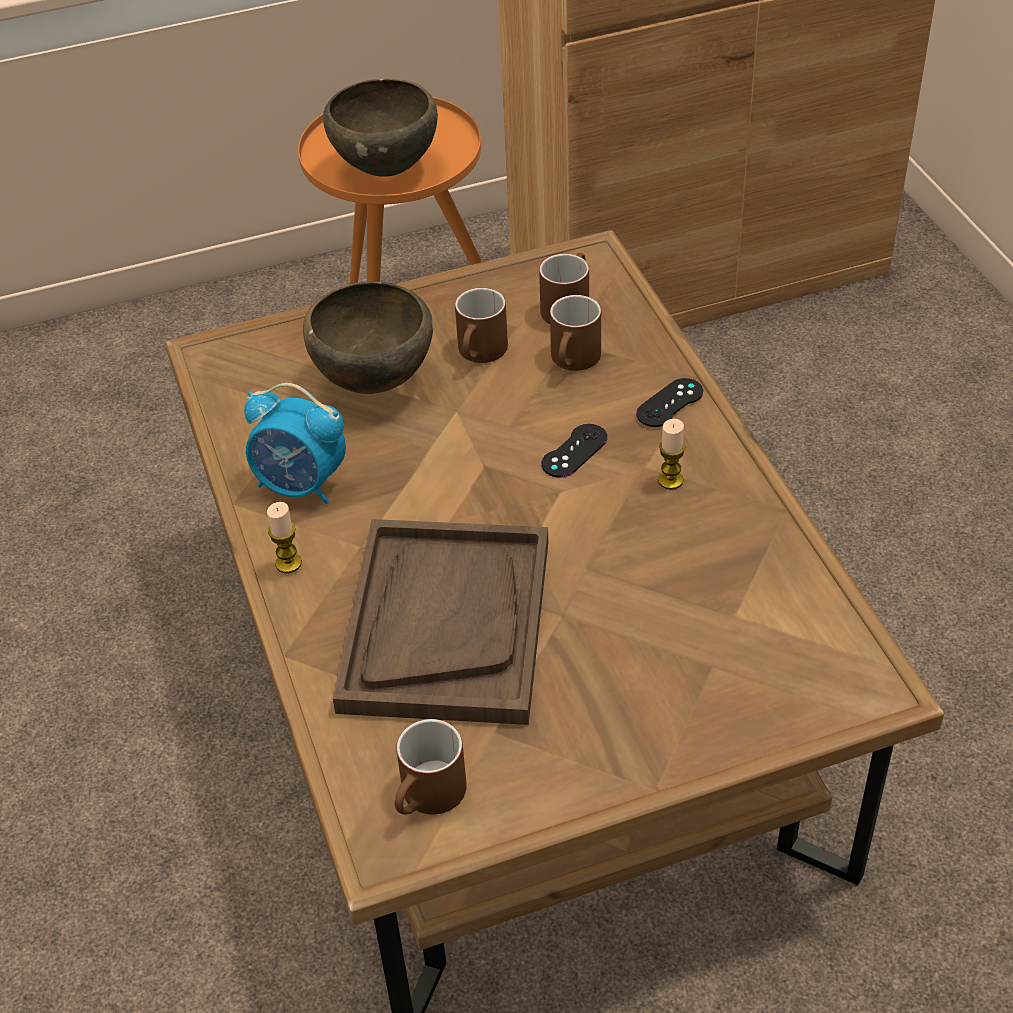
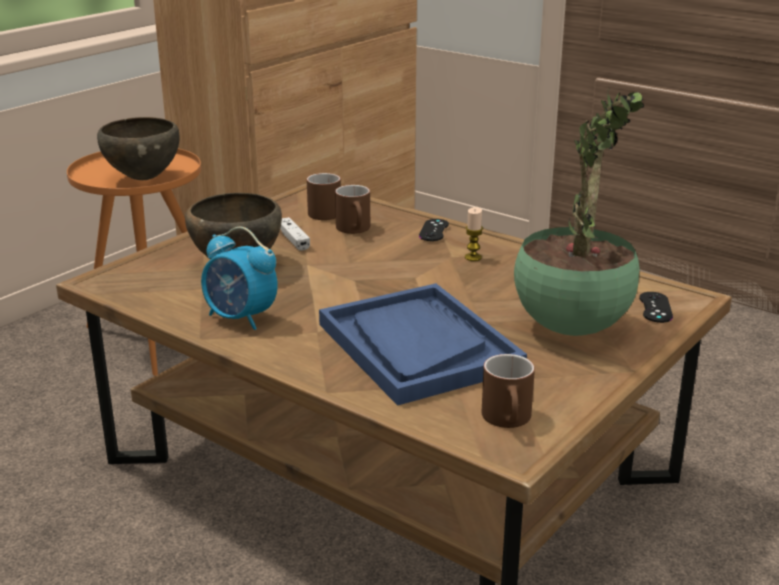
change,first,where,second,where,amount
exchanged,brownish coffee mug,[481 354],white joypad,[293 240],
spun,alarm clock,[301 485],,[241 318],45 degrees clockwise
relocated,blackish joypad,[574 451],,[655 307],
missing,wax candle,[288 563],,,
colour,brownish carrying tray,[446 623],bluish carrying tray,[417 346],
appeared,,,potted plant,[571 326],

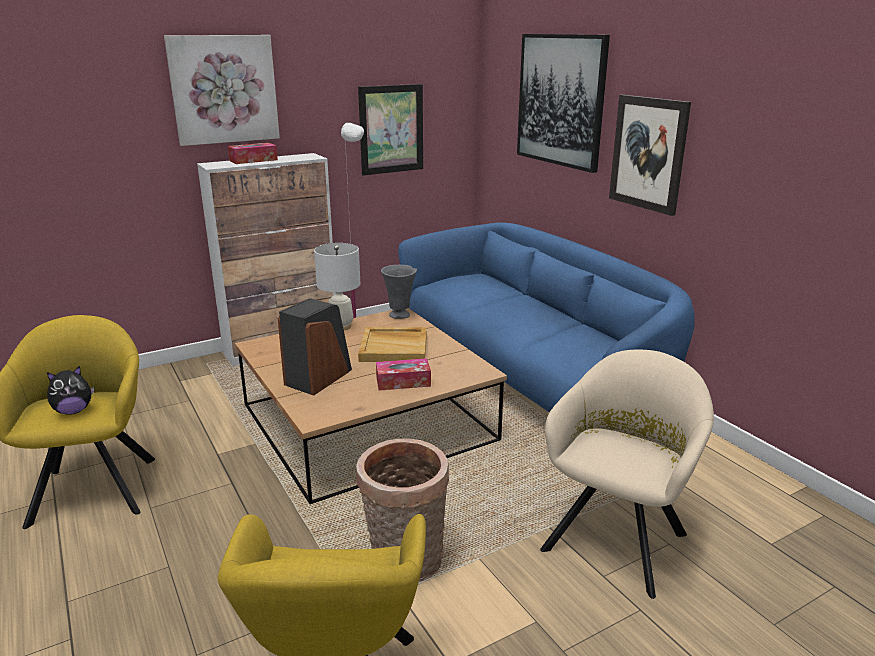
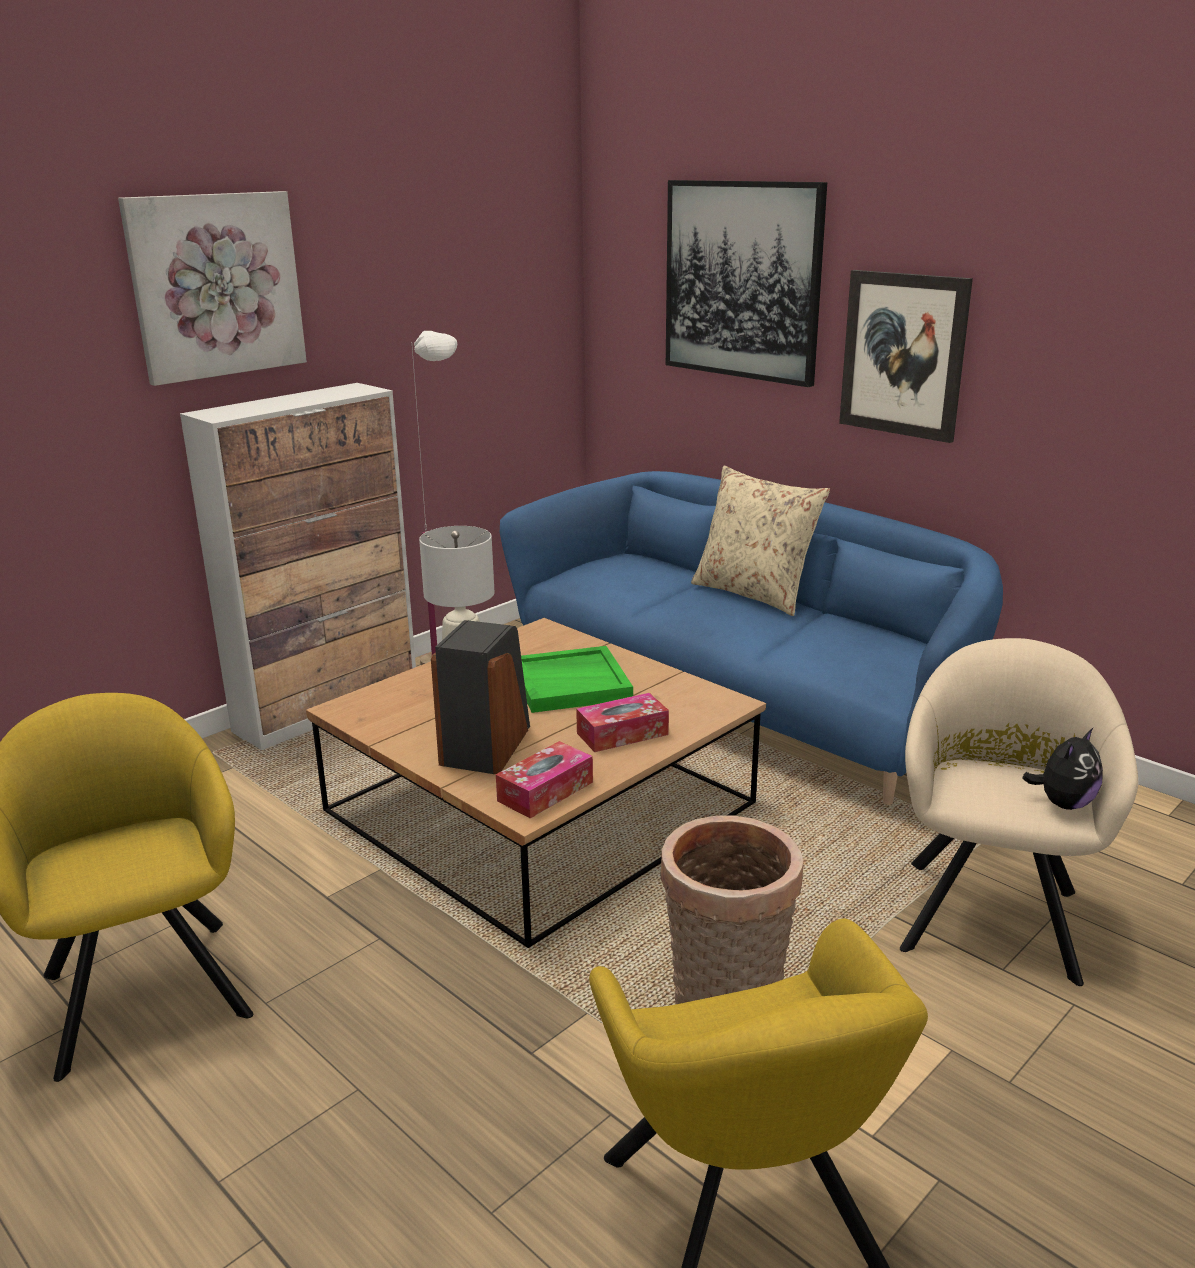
change,first,where,second,where,amount
missing,wall art,[391 129],,,
relocated,tissue box,[253 160],,[545 791],
missing,grey decorative vase,[400 315],,,
colour,beige-coloured carrying tray,[394 347],greenish carrying tray,[571 683],
relocated,plush toy,[73 411],,[1063 803],
appeared,,,beige-coloured throw pillow,[754 593],

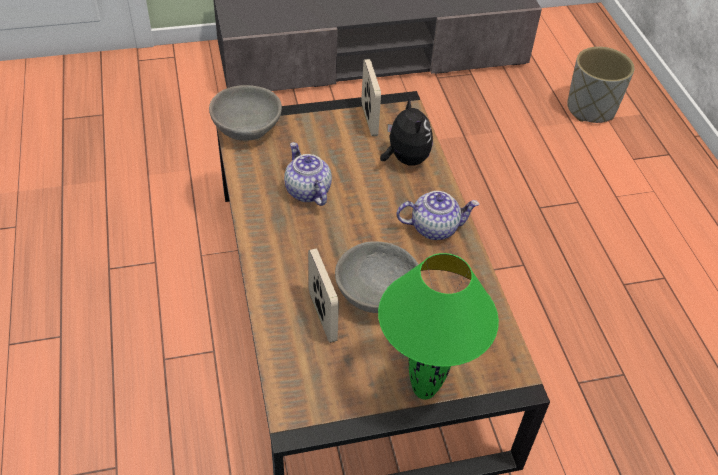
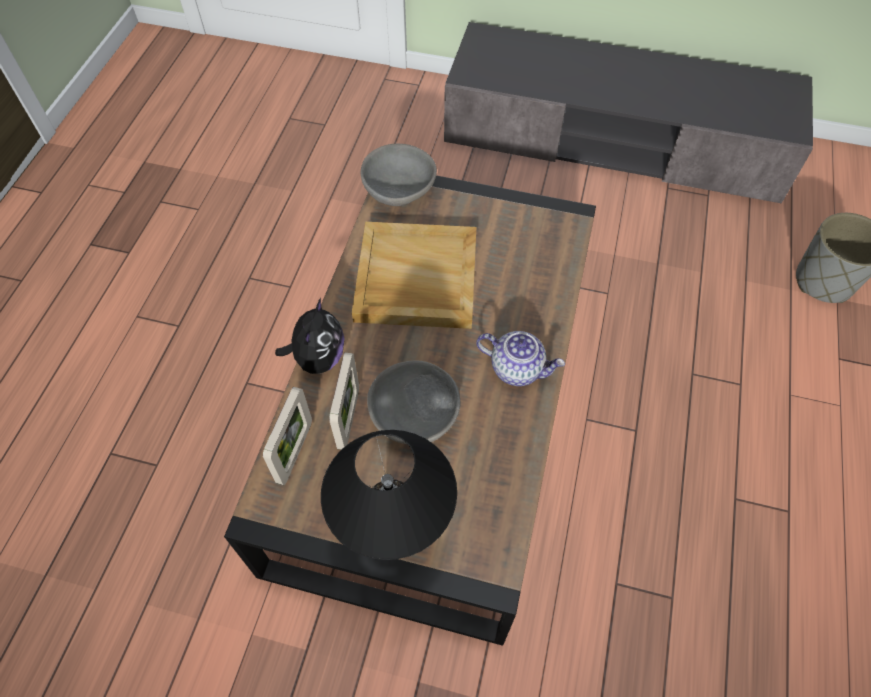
change,first,where,second,where,amount
relocated,picture frame,[369 119],,[295 452],
relocated,plush toy,[405 159],,[318 358],
exchanged,teapot,[307 191],beige-coloured carrying tray,[415 279],
colour,greenish tabletop lamp,[423 390],blackish tabletop lamp,[395 540],

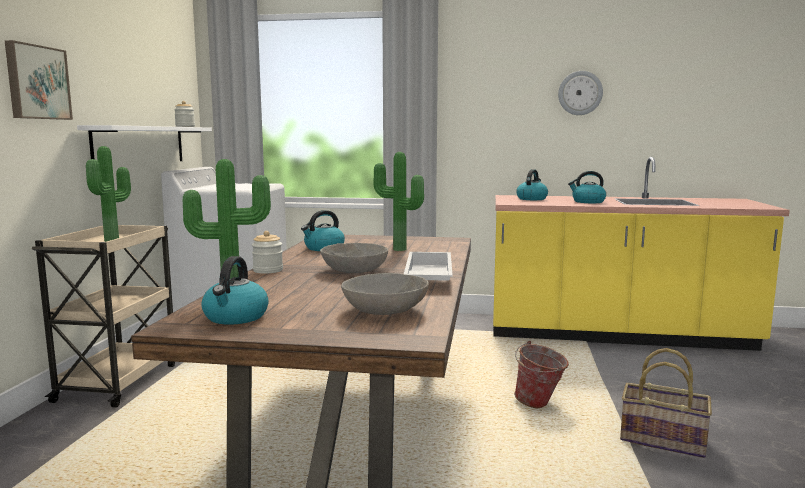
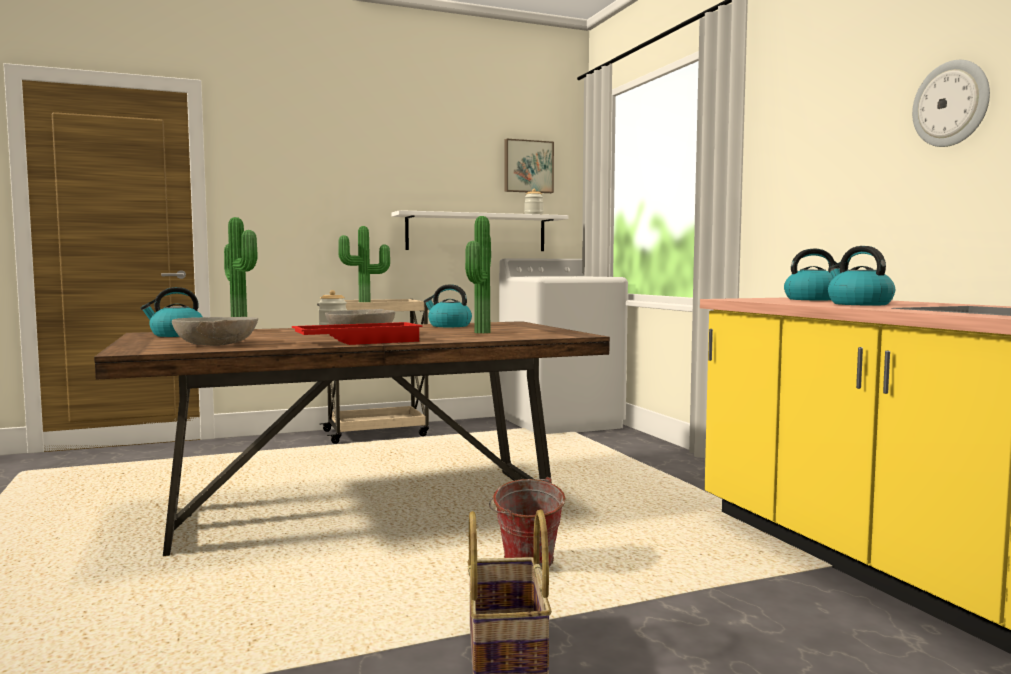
change,first,where,second,where,amount
relocated,wall art,[37 82],,[528 166],
colour,white carrying tray,[427 276],reddish carrying tray,[358 341],

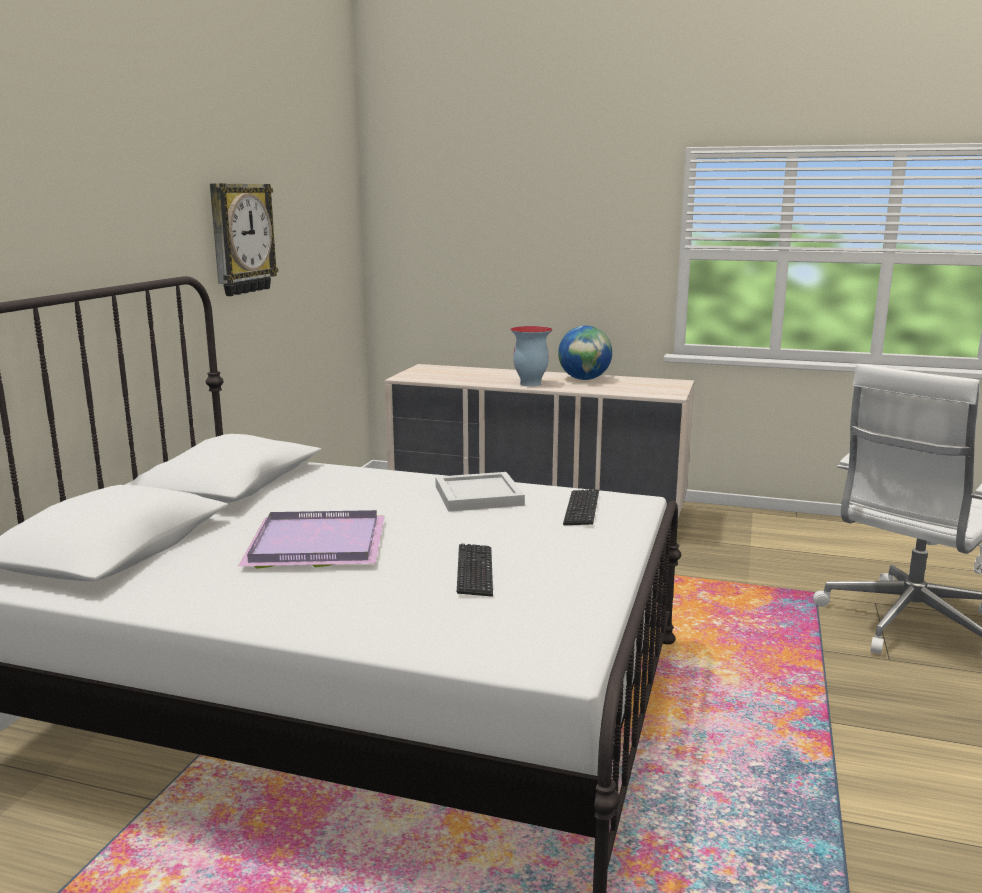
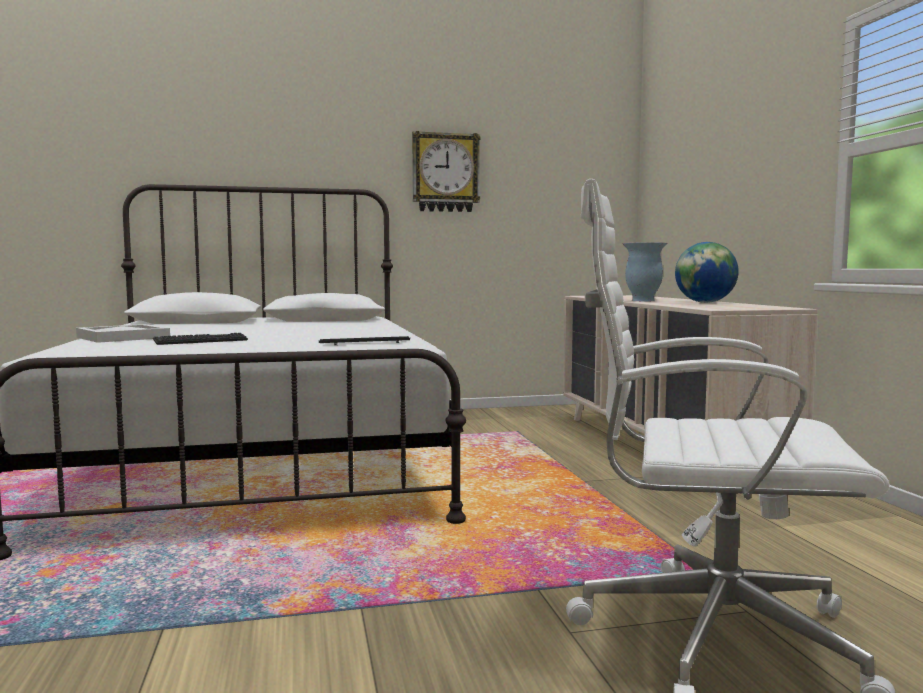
change,first,where,second,where,amount
relocated,white carrying tray,[477 495],,[124 337],
missing,purplish carrying tray,[319 543],,,

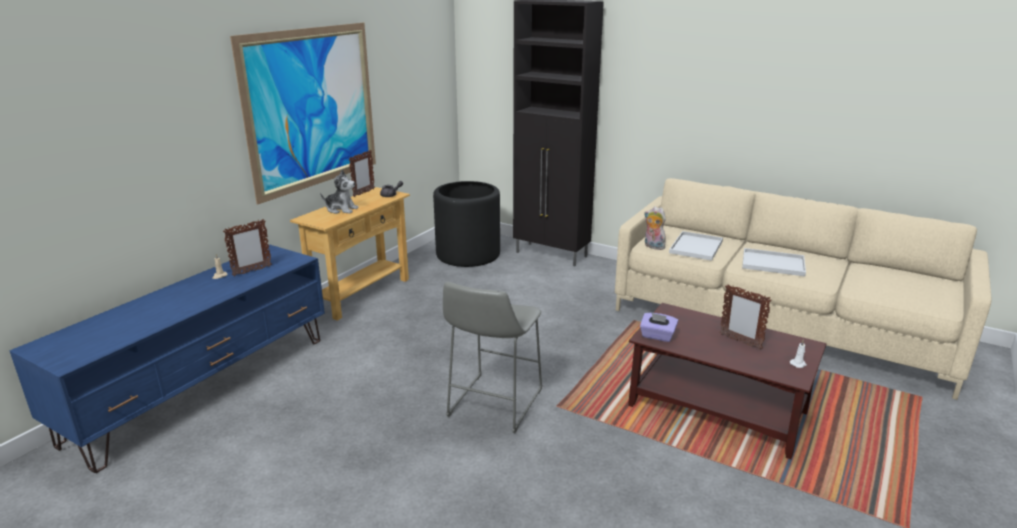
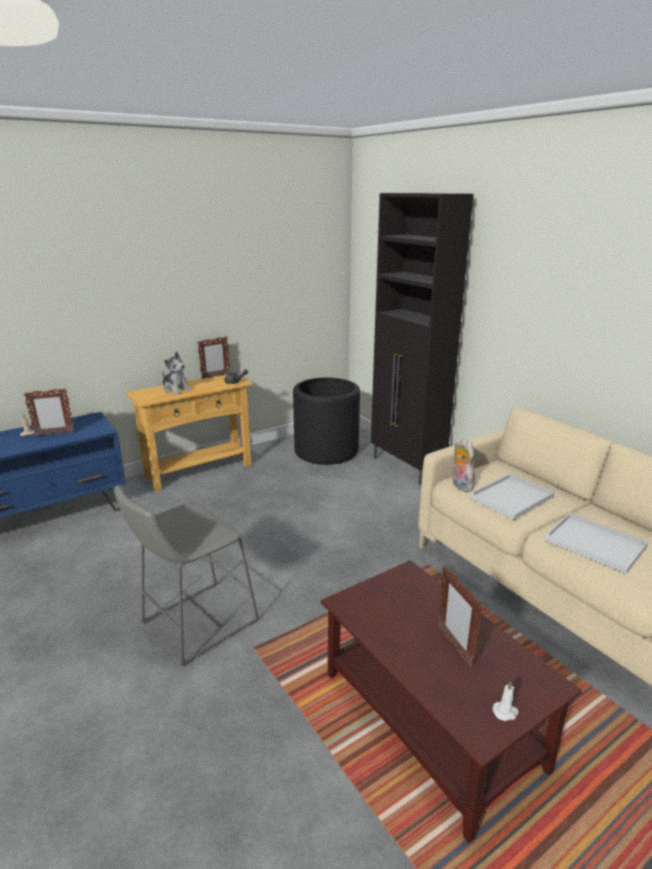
change,first,where,second,where,amount
missing,wall art,[312 108],,,
missing,purplish tissue box,[657 336],,,

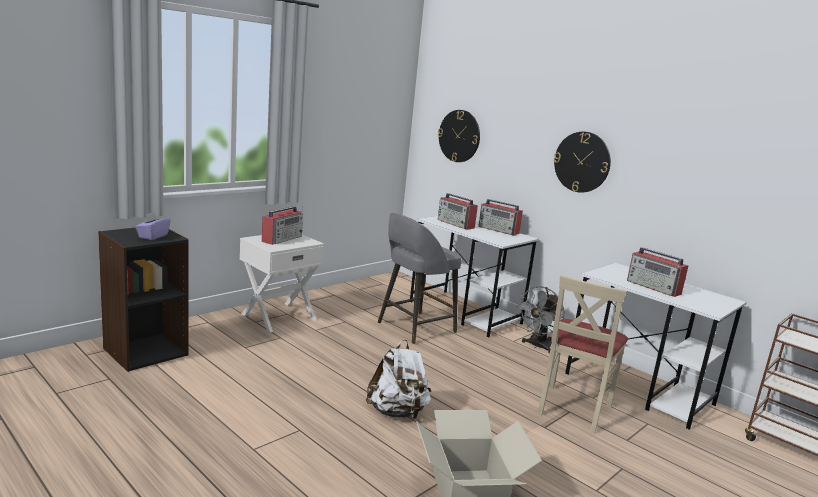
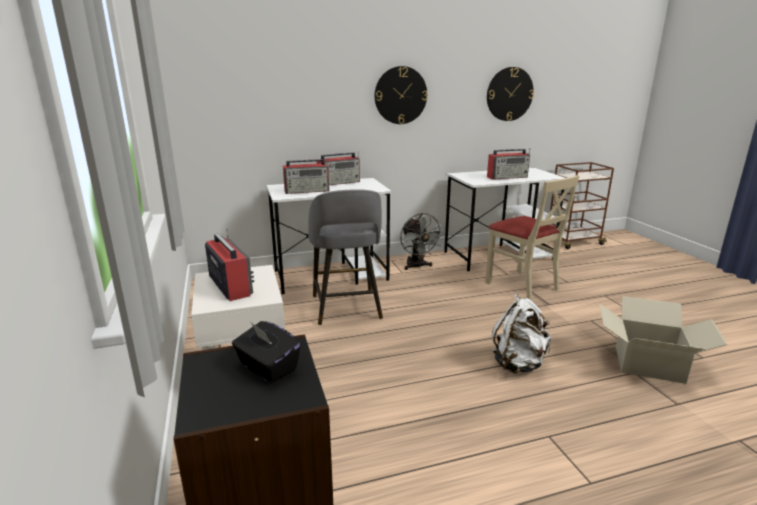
change,first,where,second,where,amount
relocated,hanging clock,[459 136],,[509 94],
colour,purplish tissue box,[153 236],blackish tissue box,[267 367],

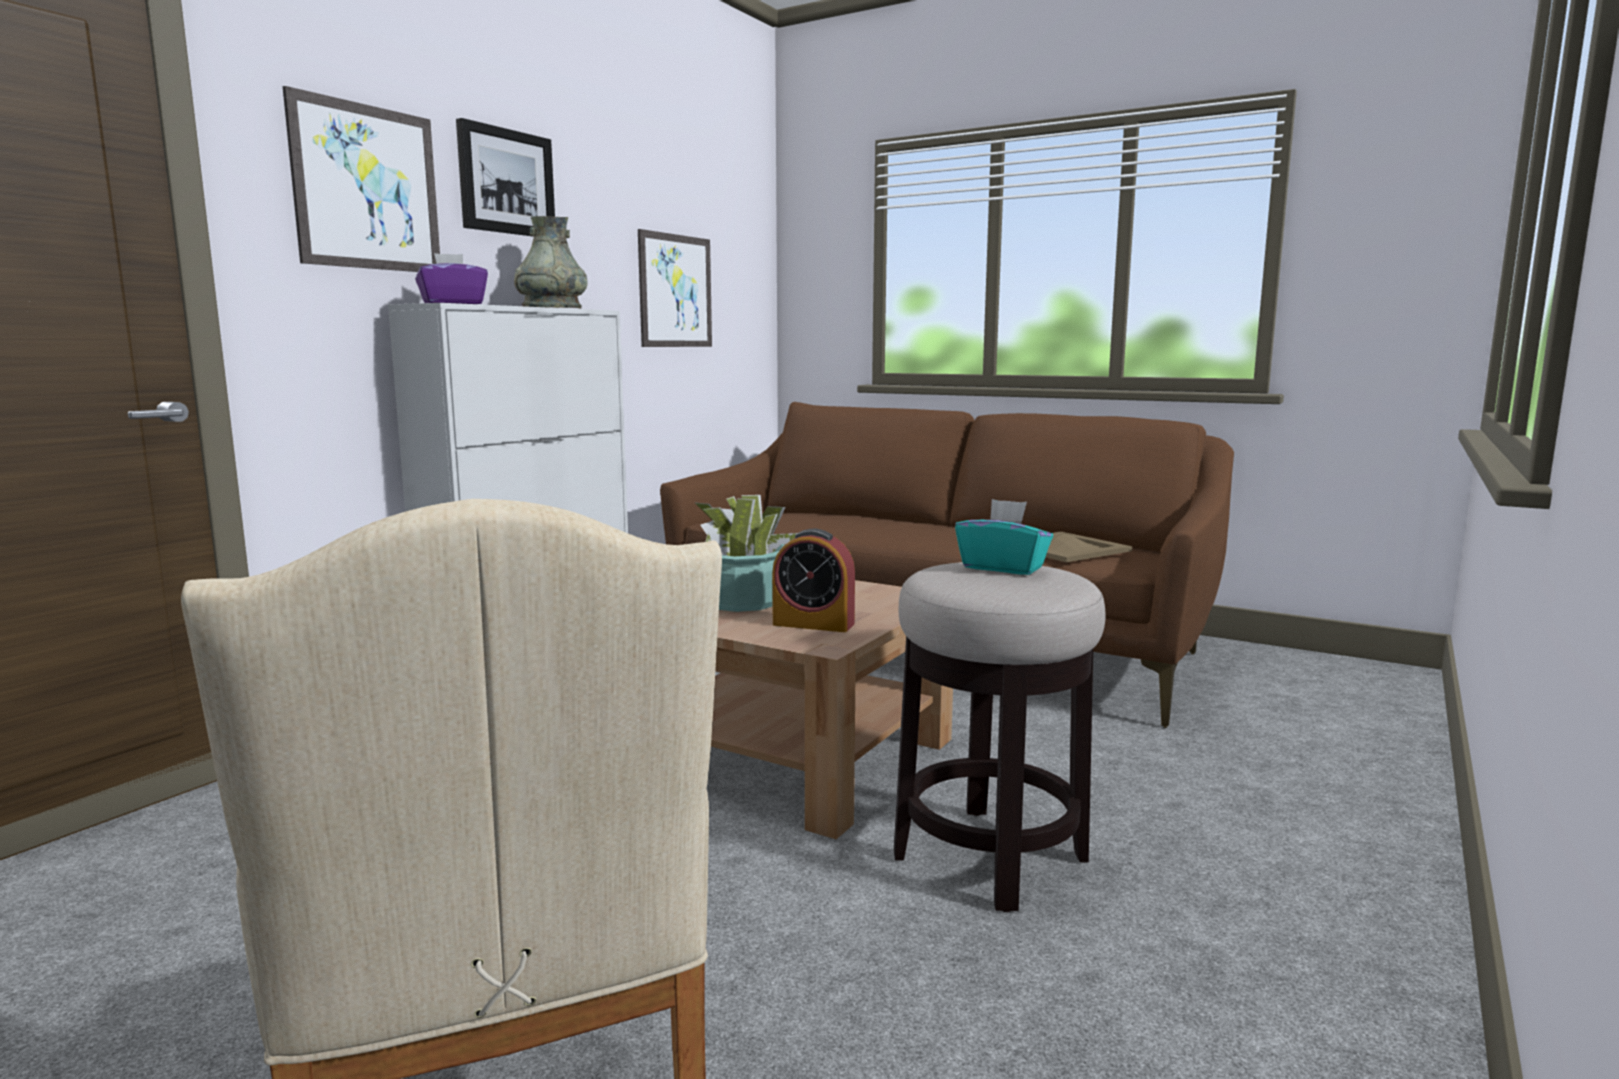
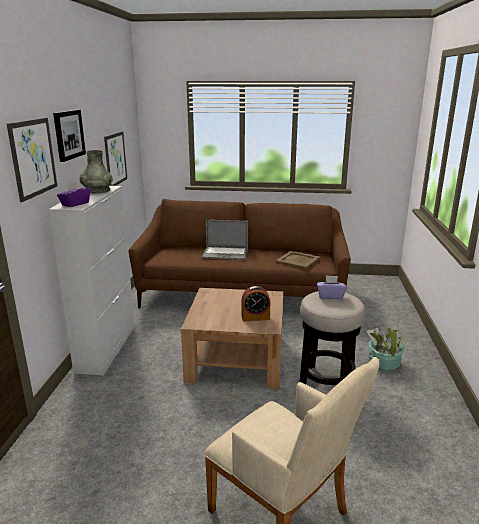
change,first,where,second,where,amount
relocated,potted plant,[741 601],,[383 363],
colour,turquoise tissue box,[1003 567],purplish tissue box,[330 296],
appeared,,,portable computer,[225 253],

